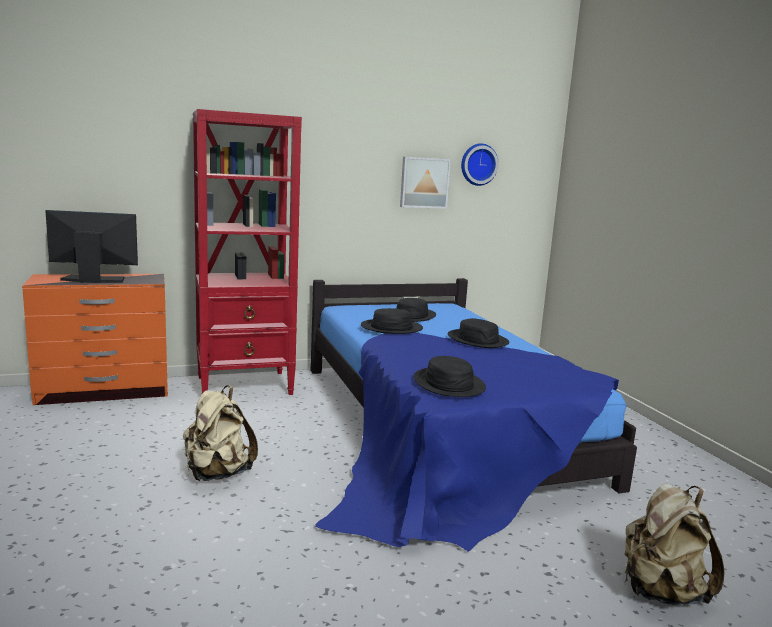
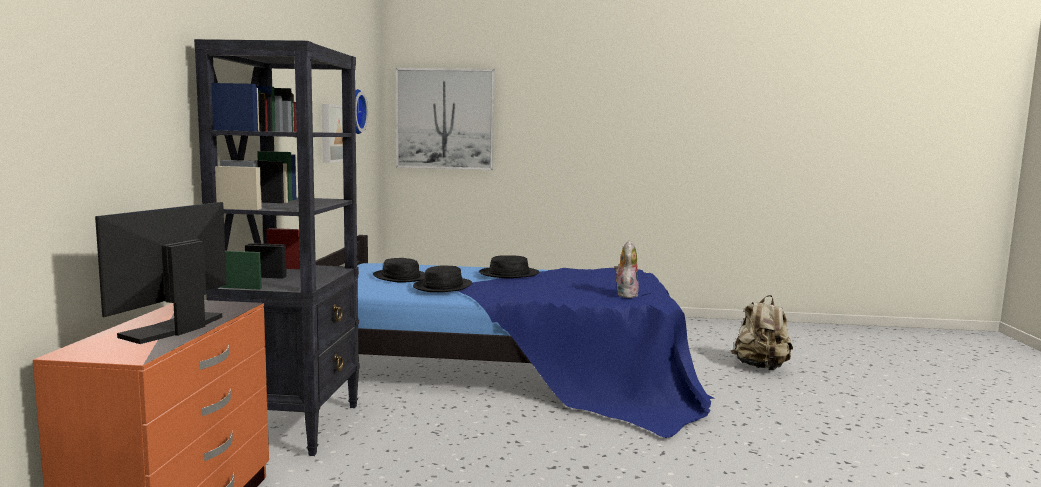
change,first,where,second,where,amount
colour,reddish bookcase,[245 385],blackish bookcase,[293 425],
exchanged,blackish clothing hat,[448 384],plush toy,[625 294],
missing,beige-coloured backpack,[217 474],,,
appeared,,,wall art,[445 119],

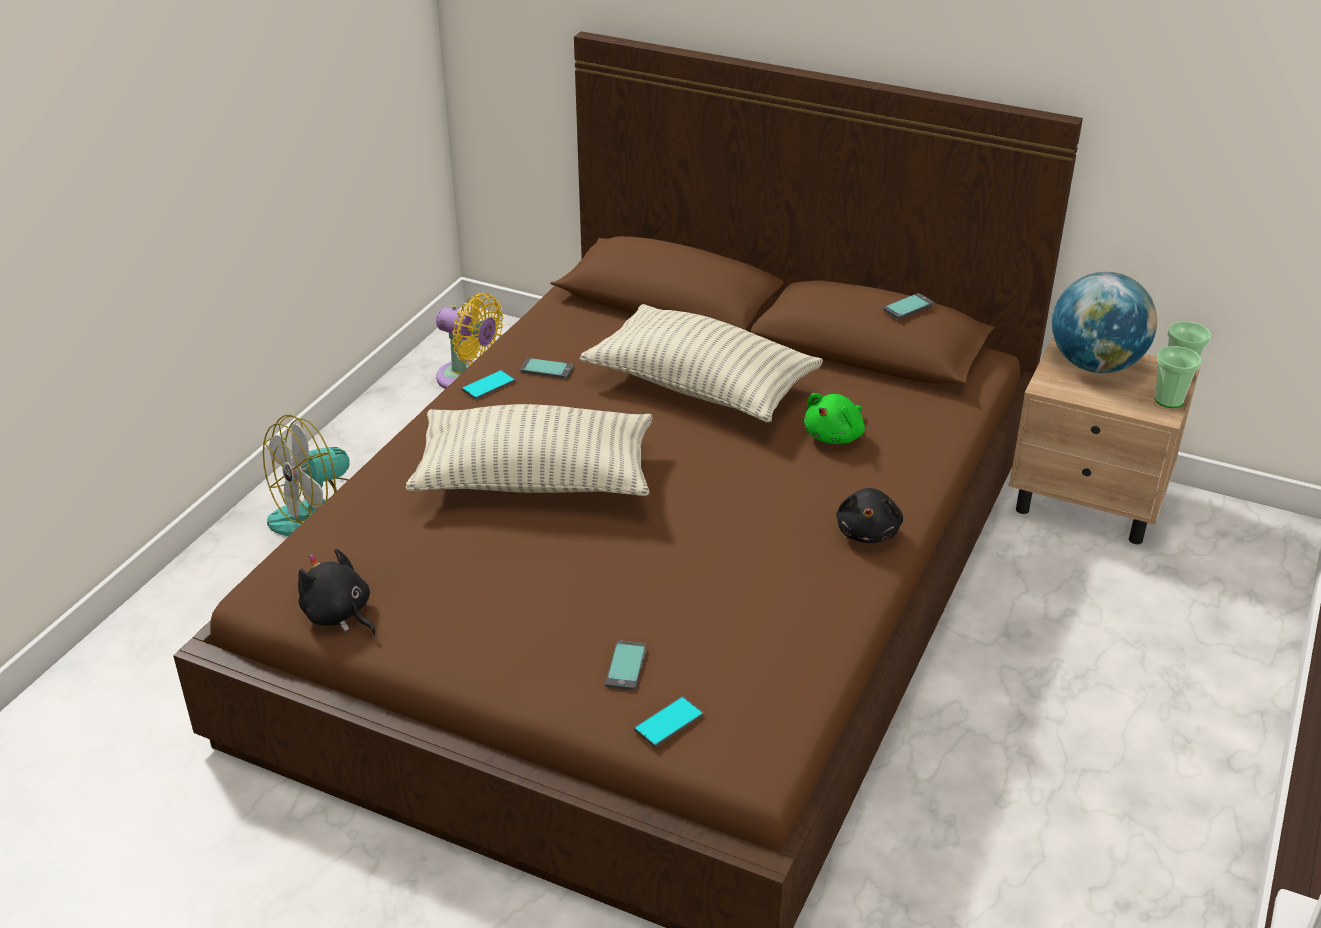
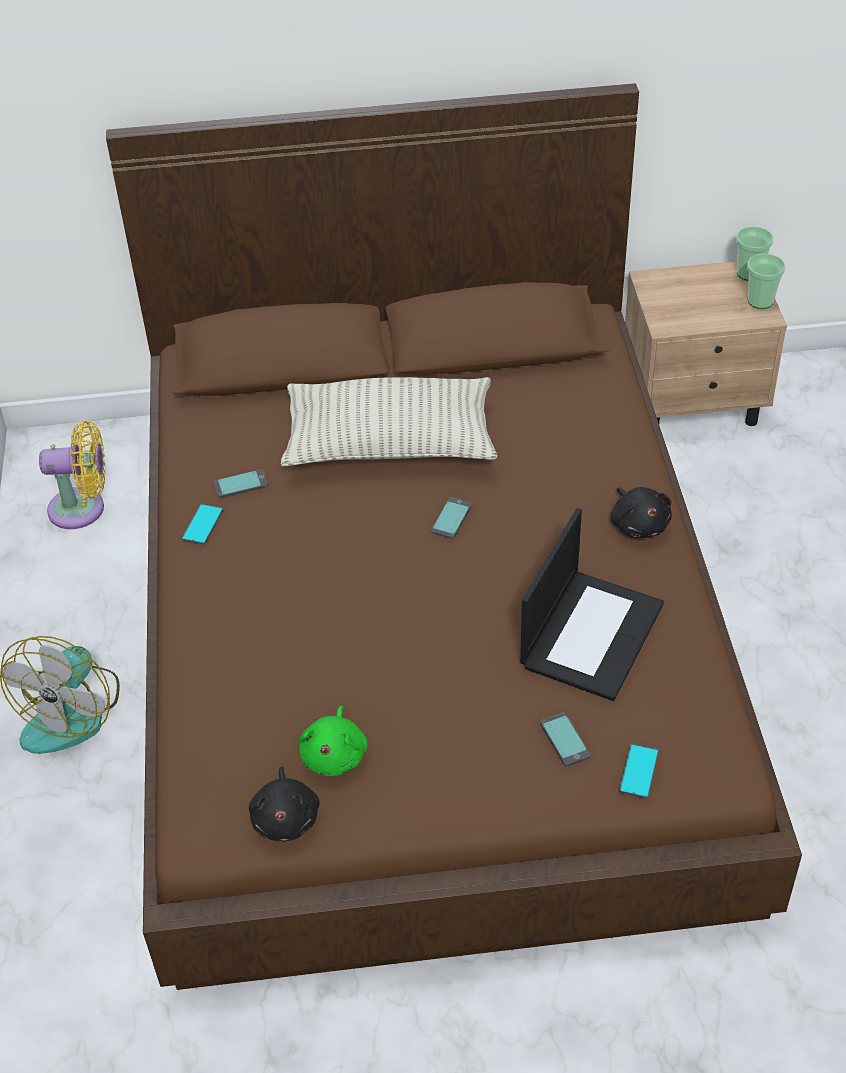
change,first,where,second,where,amount
missing,world globe,[1095 365],,,
relocated,phone,[908 307],,[451 519],
relocated,greenish plush toy,[835 436],,[335 755],
missing,throw pillow,[535 479],,,
spun,blackish plush toy,[339 615],,[286 818],105 degrees counterclockwise
appeared,,,portable computer,[591 633],

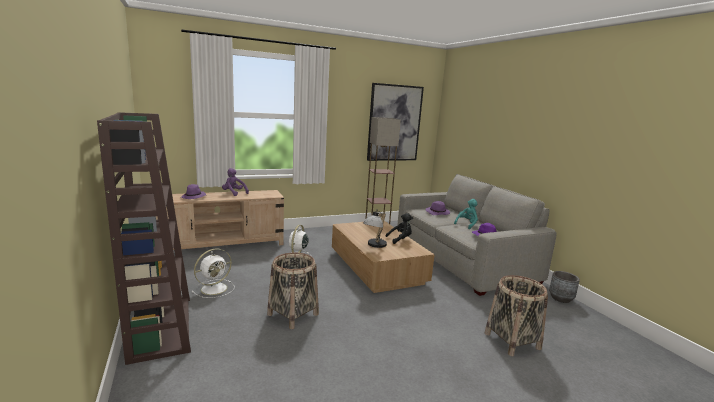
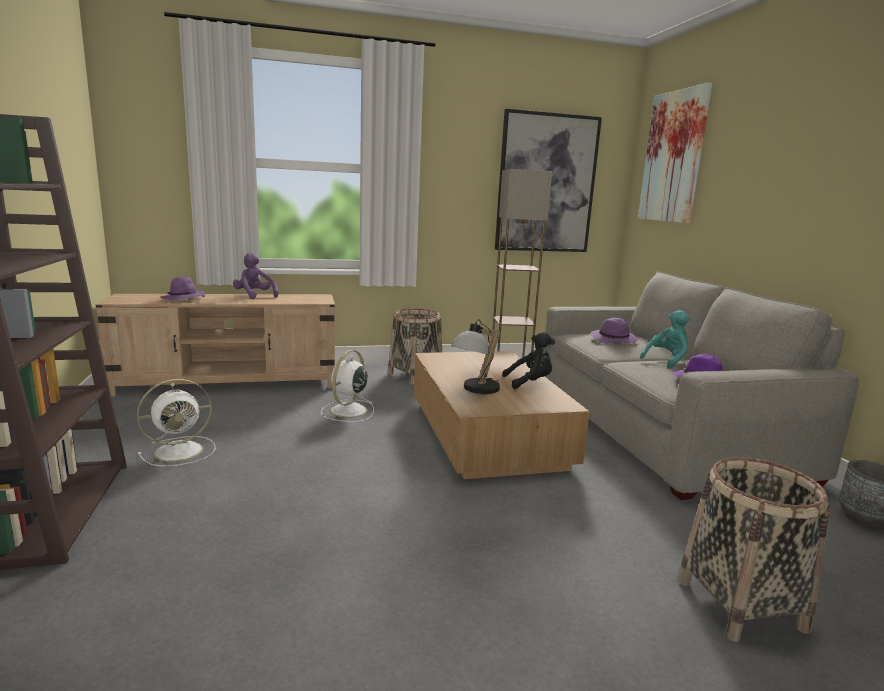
change,first,where,second,where,amount
relocated,storage basket,[293 314],,[415 375],
appeared,,,wall art,[673 157],

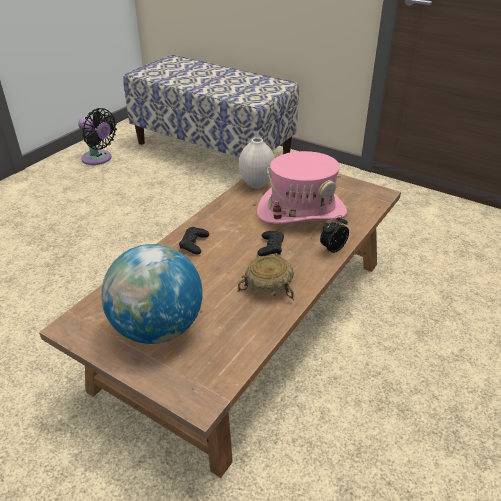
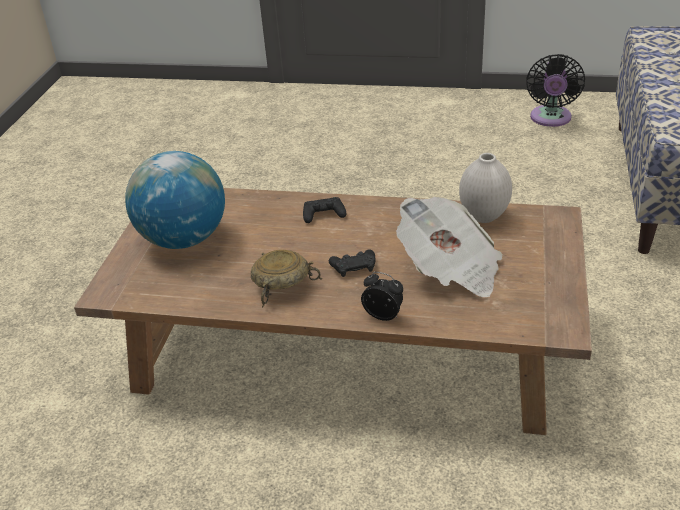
change,first,where,second,where,amount
exchanged,pink clothing hat,[301 211],printed paper,[450 269],

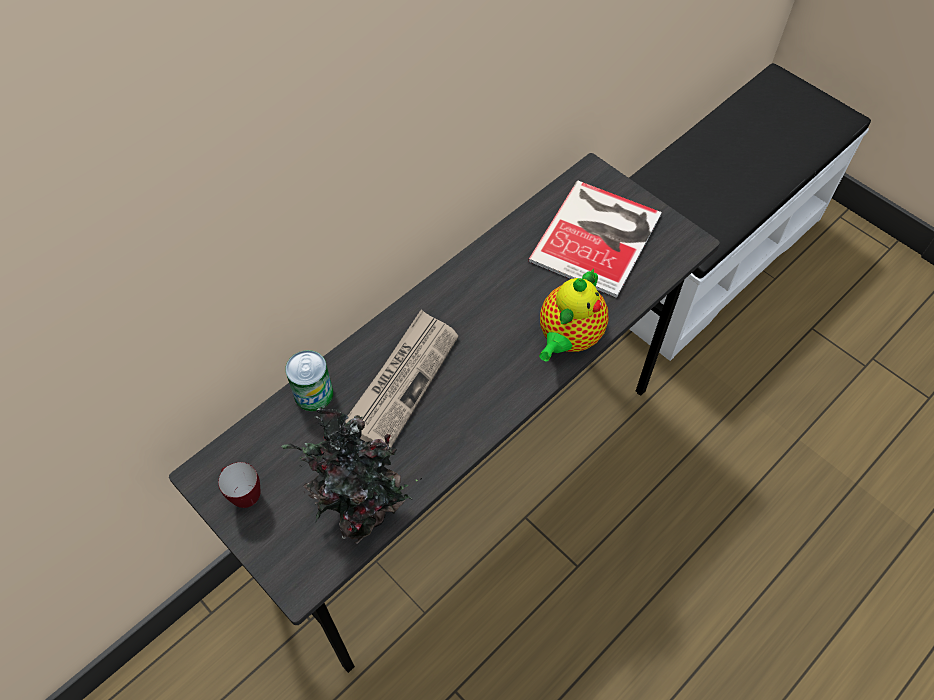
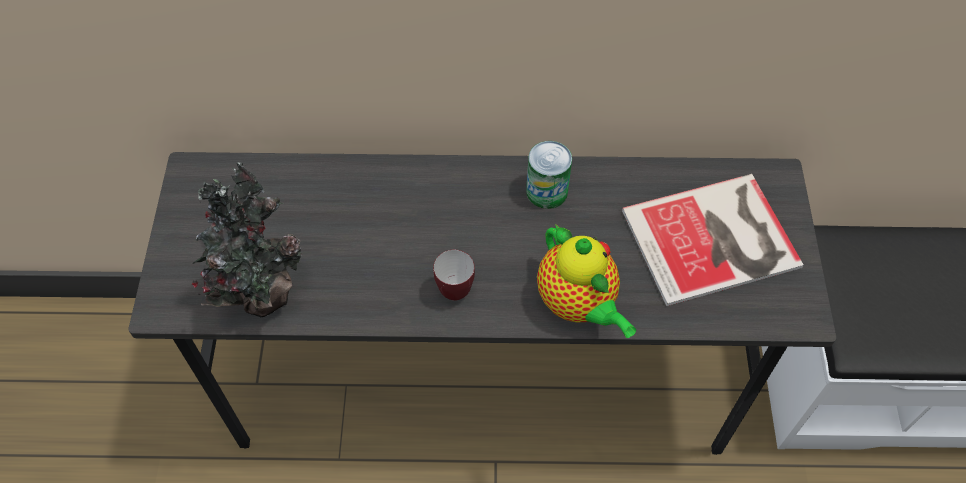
change,first,where,second,where,amount
spun,teapot,[568 339],,[578 304],105 degrees counterclockwise
missing,printed paper,[403 380],,,
relocated,sealed can,[313 394],,[547 191],
relocated,coffee mug,[243 495],,[454 286],

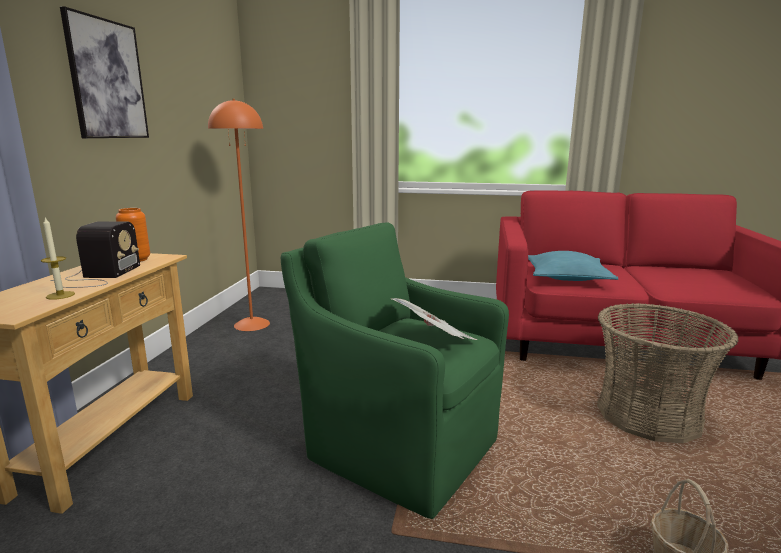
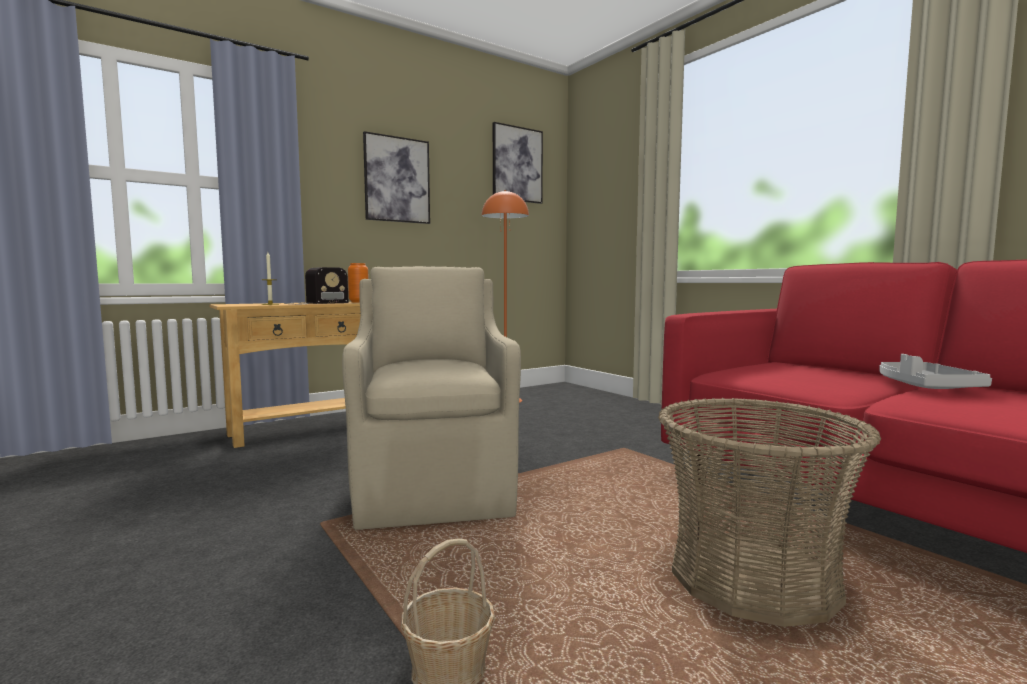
change,first,where,second,where,amount
colour,greenish armchair,[399 446],beige-coloured armchair,[434 490],
missing,turquoise throw pillow,[567 278],,,
missing,printed paper,[433 340],,,
appeared,,,wall art,[517 164],
appeared,,,grey carrying tray,[924 387],

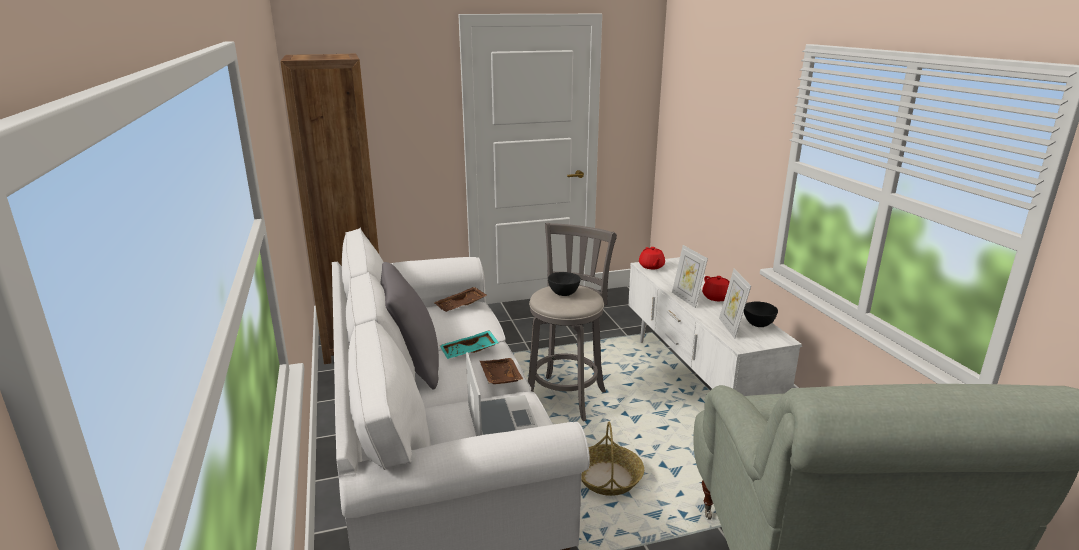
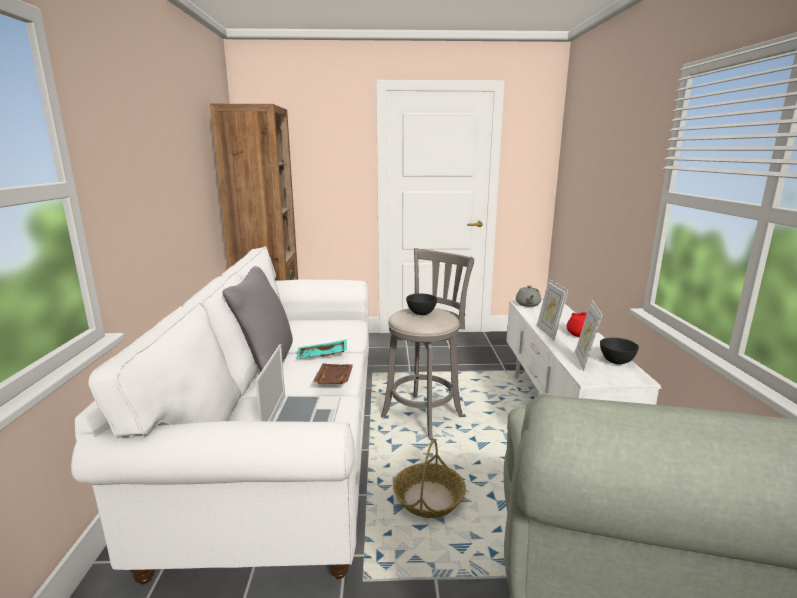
change,first,where,second,where,amount
colour,reddish teapot,[651 266],grey teapot,[527 304],
missing,brownish carrying tray,[461 305],,,

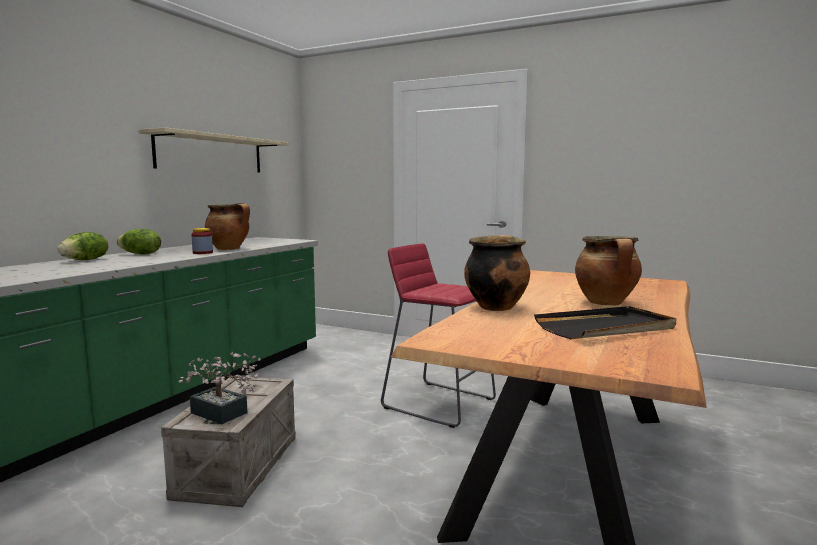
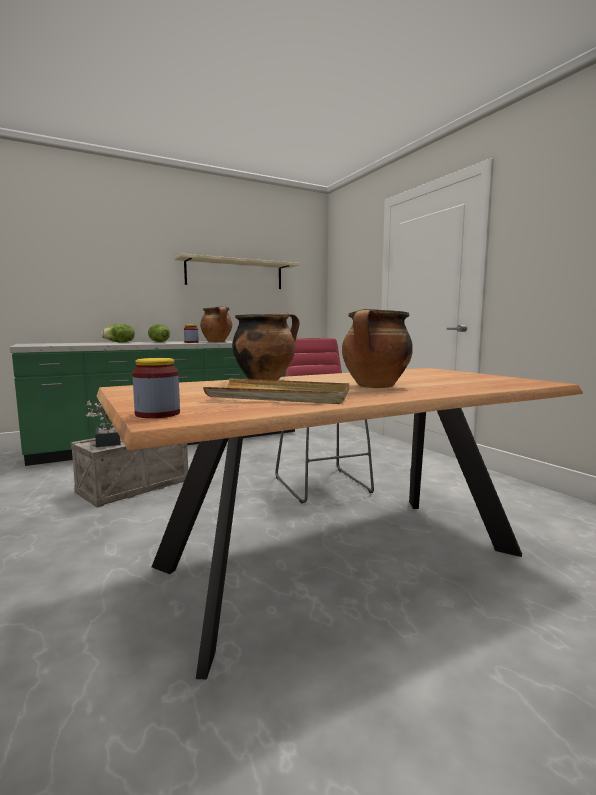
change,first,where,second,where,amount
colour,blackish carrying tray,[606 328],beige-coloured carrying tray,[281 396],
appeared,,,storage jar,[157 414],

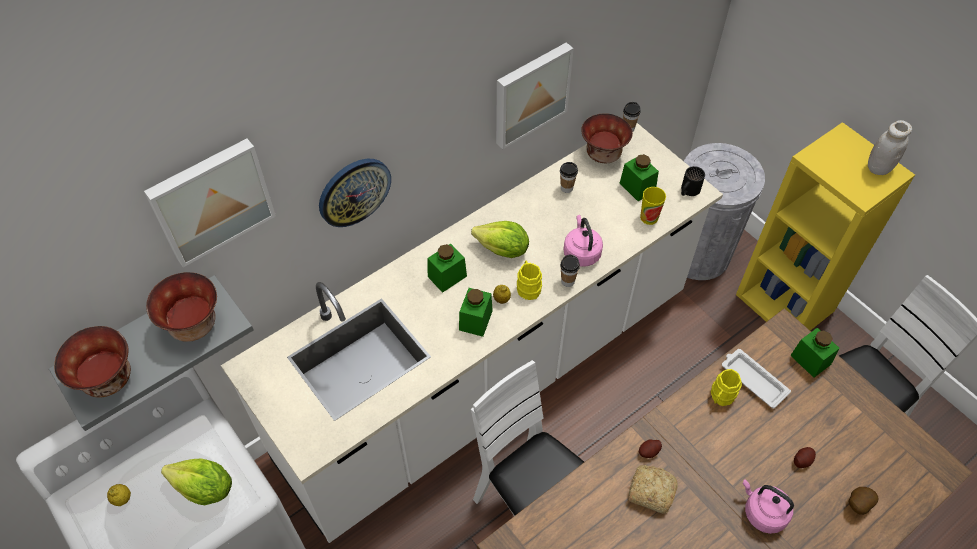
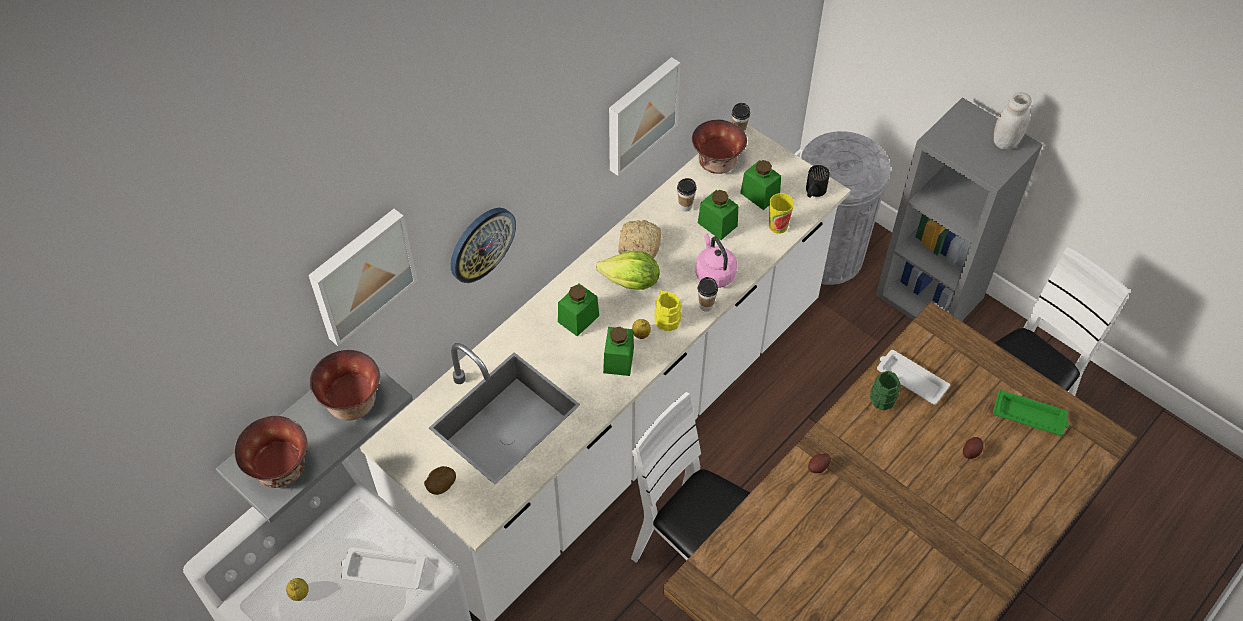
change,first,where,second,where,amount
colour,yellow bookcase,[786 303],grey bookcase,[931 296],
relocated,greenish storage jar,[810 360],,[717 224],
colour,yellow coffee mug,[720 397],greenish coffee mug,[881 401],
exchanged,lettuce head,[205 489],white carrying tray,[382 571],
relocated,bread,[650 491],,[638 244],
missing,pink water kettle,[762 512],,,
relocated,whole potato,[857 504],,[440 486],
appeared,,,greenish carrying tray,[1030 416],

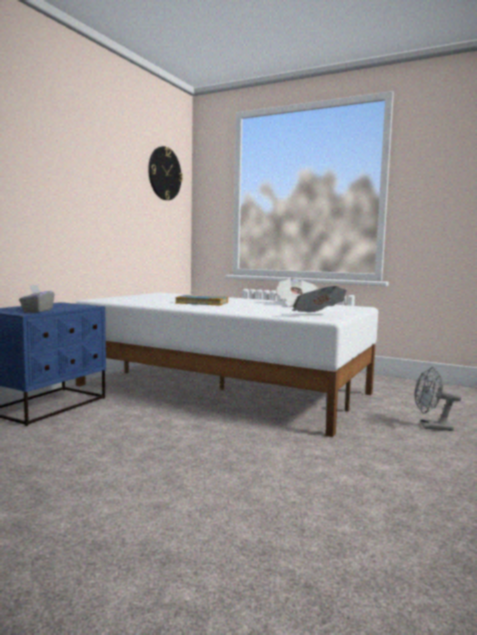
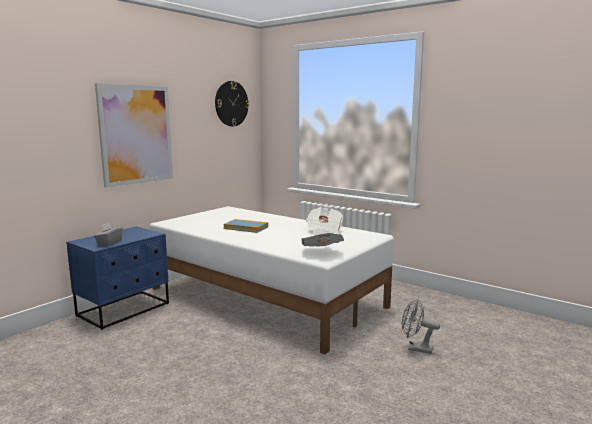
change,first,where,second,where,amount
appeared,,,wall art,[136 134],

